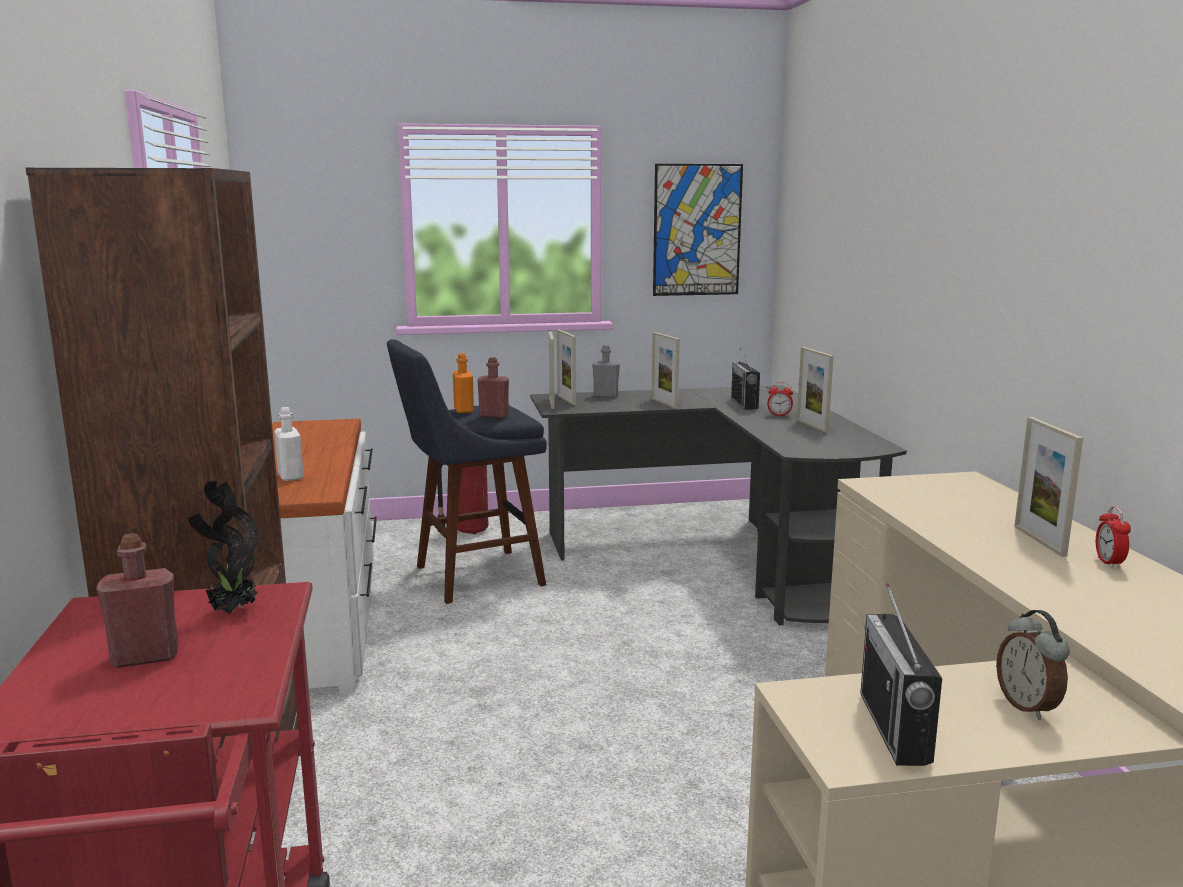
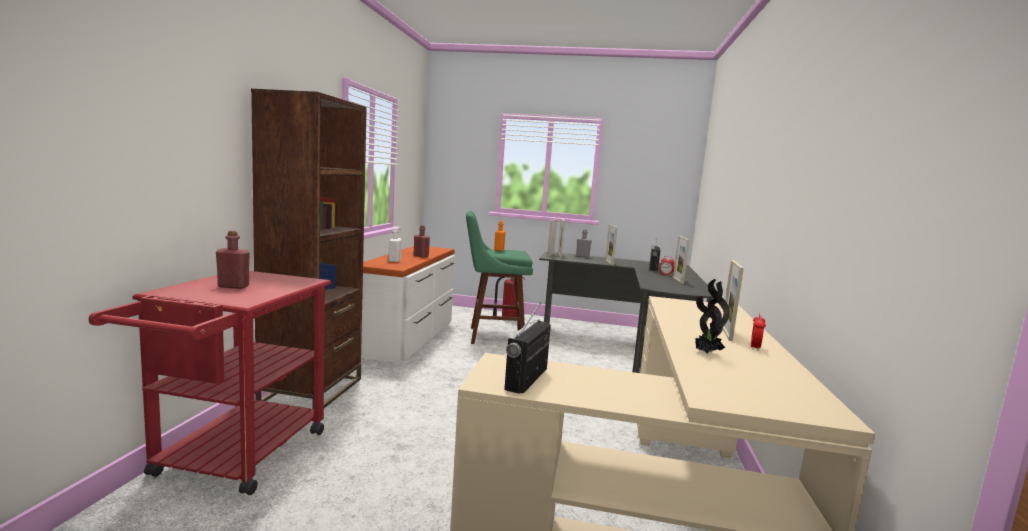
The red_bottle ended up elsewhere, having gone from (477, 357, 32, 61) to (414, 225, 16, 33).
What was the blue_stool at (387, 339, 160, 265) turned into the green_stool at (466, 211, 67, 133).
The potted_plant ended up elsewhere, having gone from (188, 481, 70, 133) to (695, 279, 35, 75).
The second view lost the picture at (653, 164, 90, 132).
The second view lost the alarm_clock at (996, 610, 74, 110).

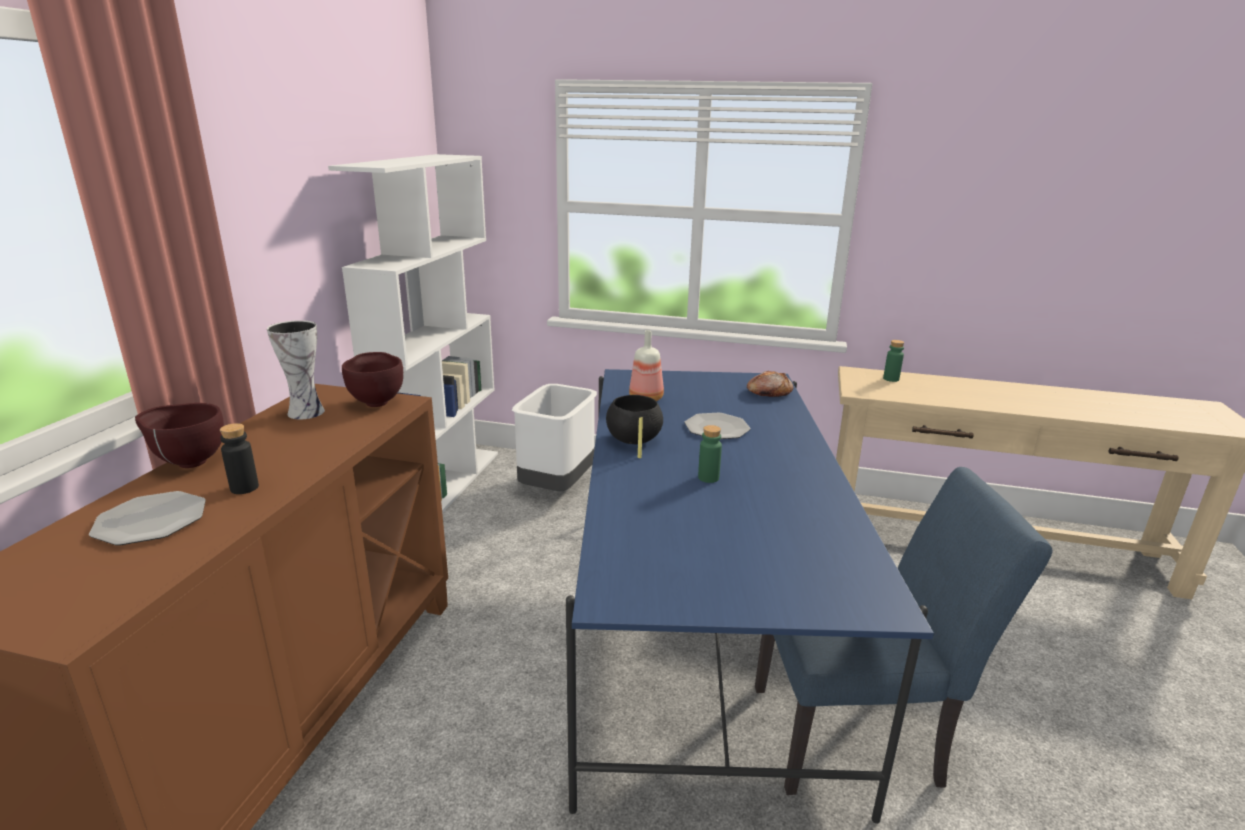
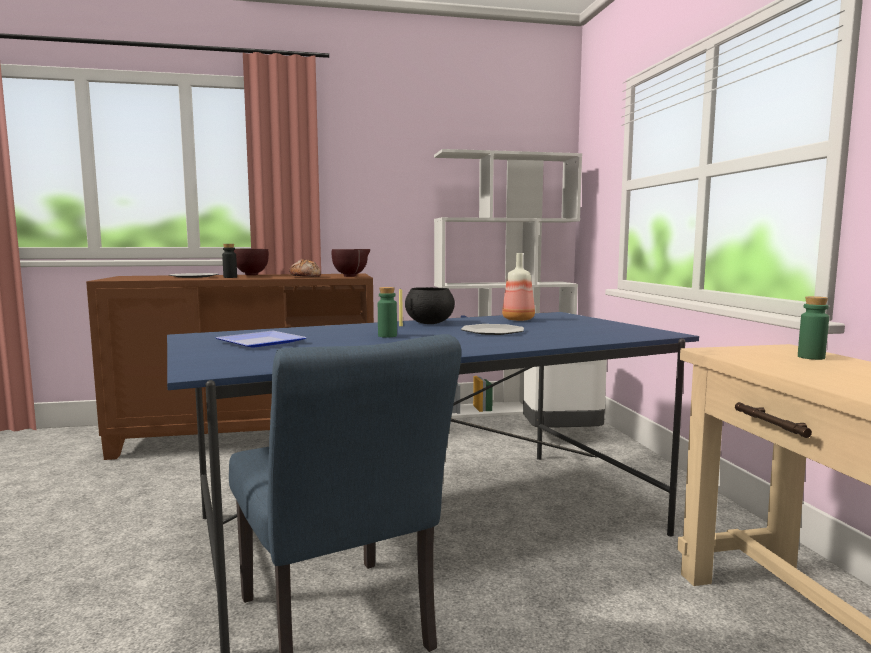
The second view gained the plate at (216, 331, 91, 17).
The bread ended up elsewhere, having gone from (747, 371, 46, 26) to (289, 259, 32, 18).
The second view lost the vase at (267, 320, 58, 99).

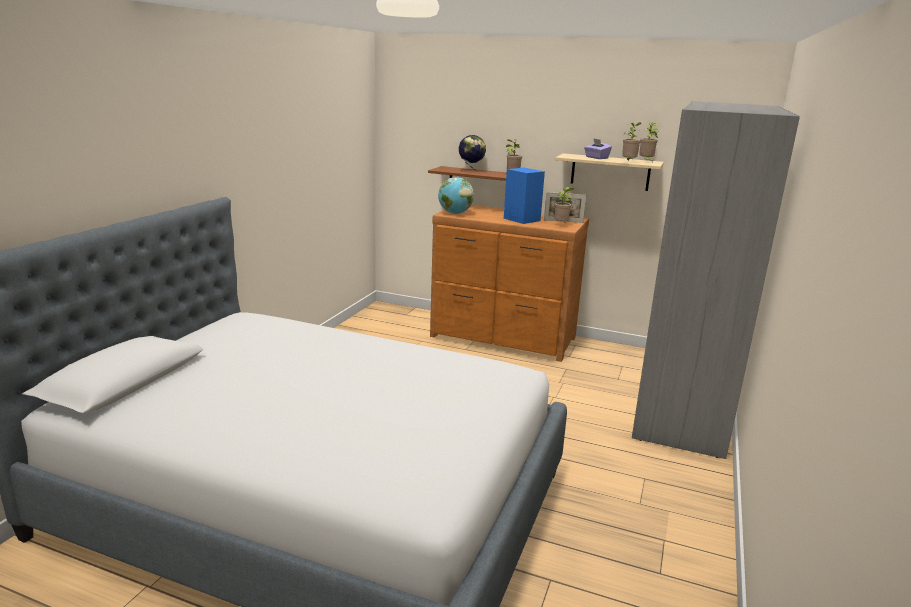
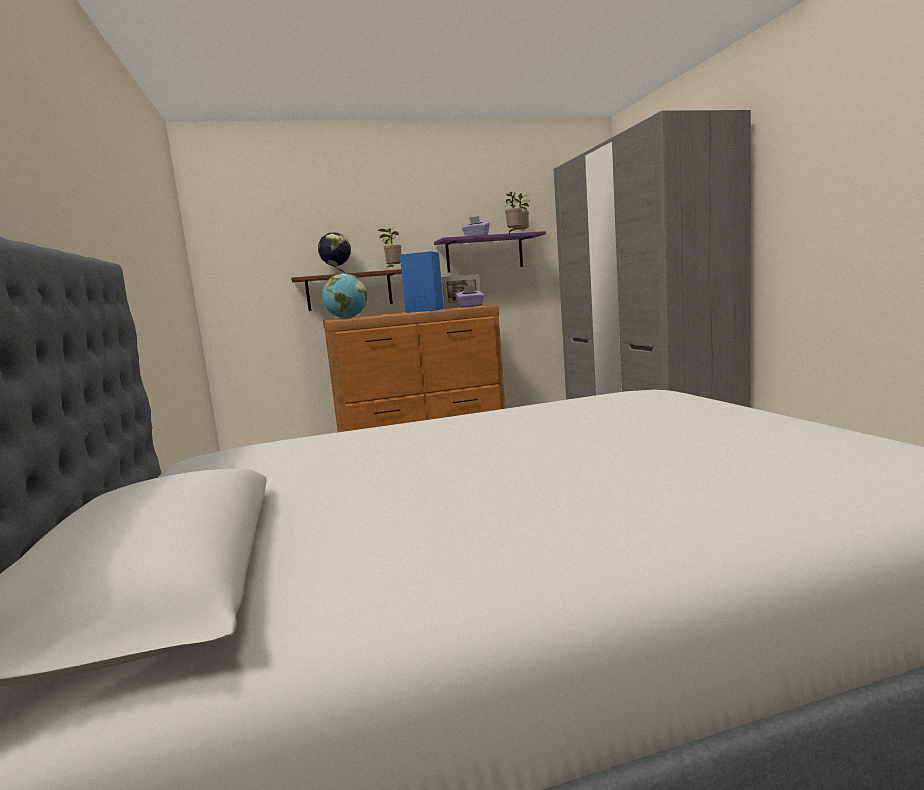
What was the beige_shelf at (555, 153, 109, 38) turned into the purple_shelf at (434, 231, 112, 42).
Where the potted_plant stood at (554, 187, 19, 35), the purple_tissue_box came to stand at (455, 286, 29, 21).

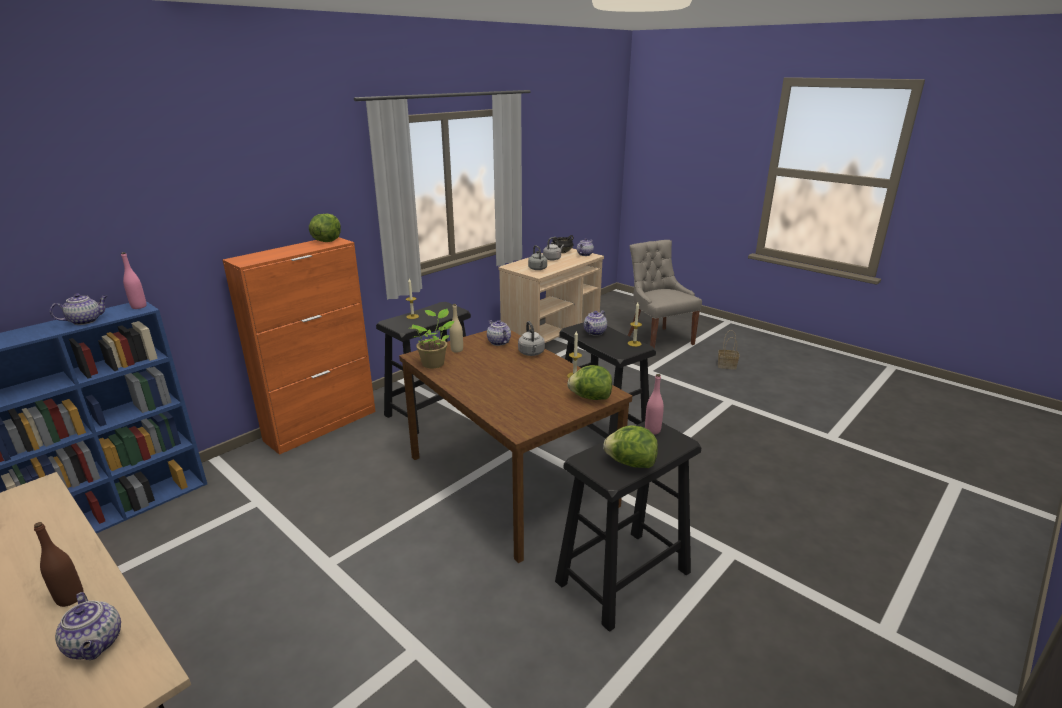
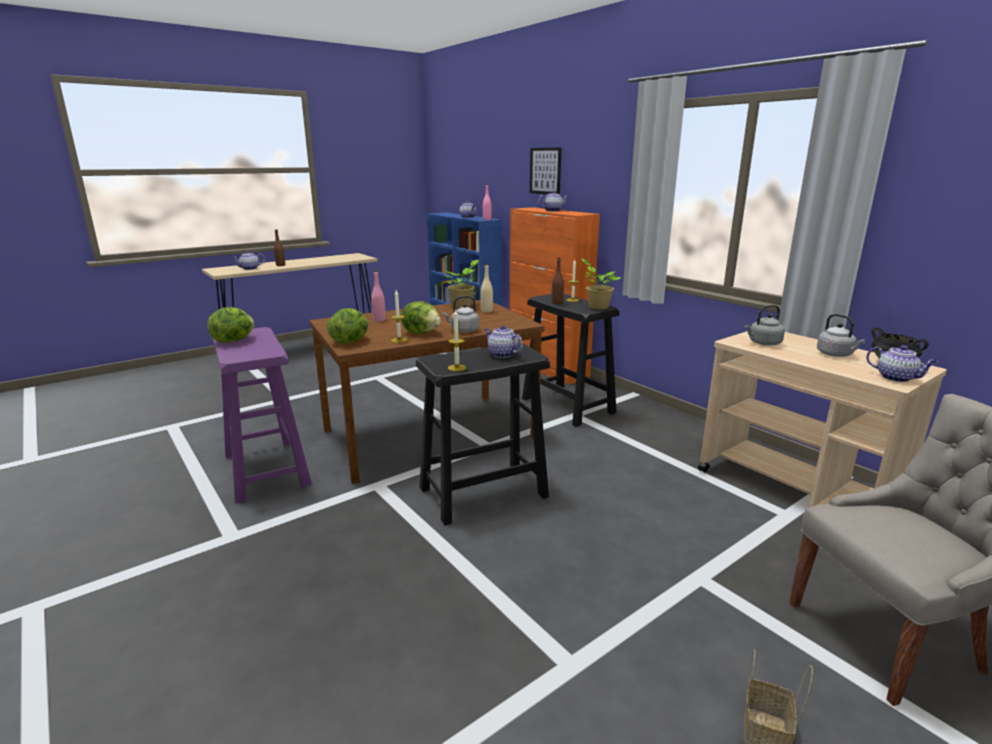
What was the black_stool at (555, 421, 146, 211) turned into the purple_stool at (213, 327, 99, 177).
The pink_bottle ended up elsewhere, having gone from (645, 374, 19, 61) to (371, 270, 15, 52).
The lettuce ended up elsewhere, having gone from (309, 214, 32, 28) to (401, 301, 40, 33).
The second view gained the picture at (530, 148, 32, 46).
The teapot ended up elsewhere, having gone from (487, 320, 24, 26) to (538, 191, 30, 21).
The second view gained the brown_bottle at (552, 258, 12, 46).
The second view gained the potted_plant at (581, 258, 40, 51).

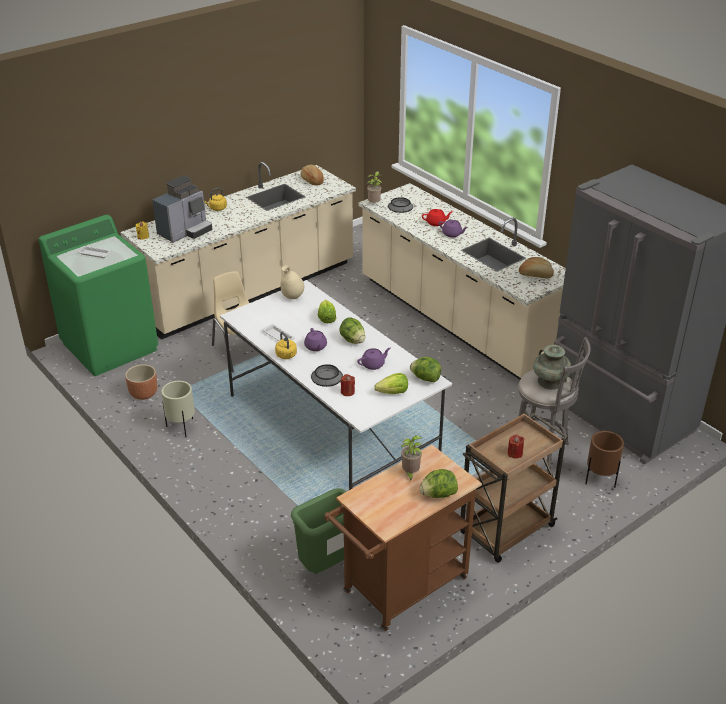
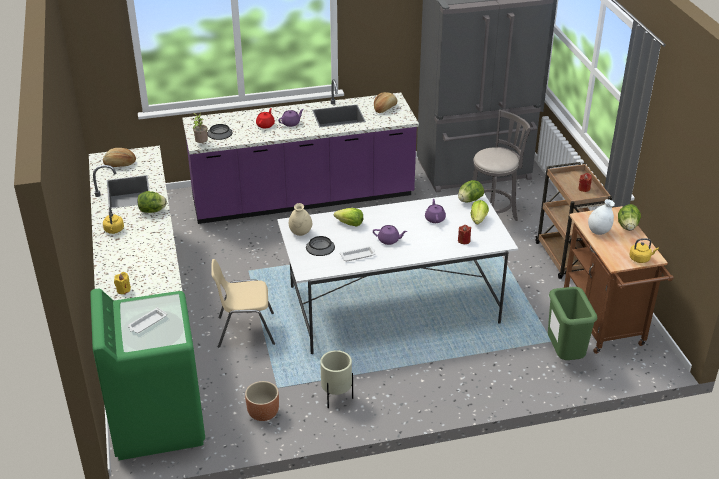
The lettuce ended up elsewhere, having gone from (339, 317, 26, 27) to (138, 191, 29, 22).
What was the beige_counter at (359, 183, 207, 196) turned into the purple_counter at (182, 79, 237, 145).
The bowl ended up elsewhere, having gone from (311, 364, 32, 23) to (306, 236, 29, 20).
Where the potted_plant stood at (400, 436, 22, 45), the white_vase came to stand at (588, 199, 27, 36).
The yellow_kettle ended up elsewhere, having gone from (275, 332, 22, 27) to (629, 238, 30, 25).
The second view lost the coffee_machine at (152, 175, 60, 68).
The second view lost the turquoise_vase at (533, 345, 38, 45).
The second view lost the brown_planter at (585, 431, 39, 57).

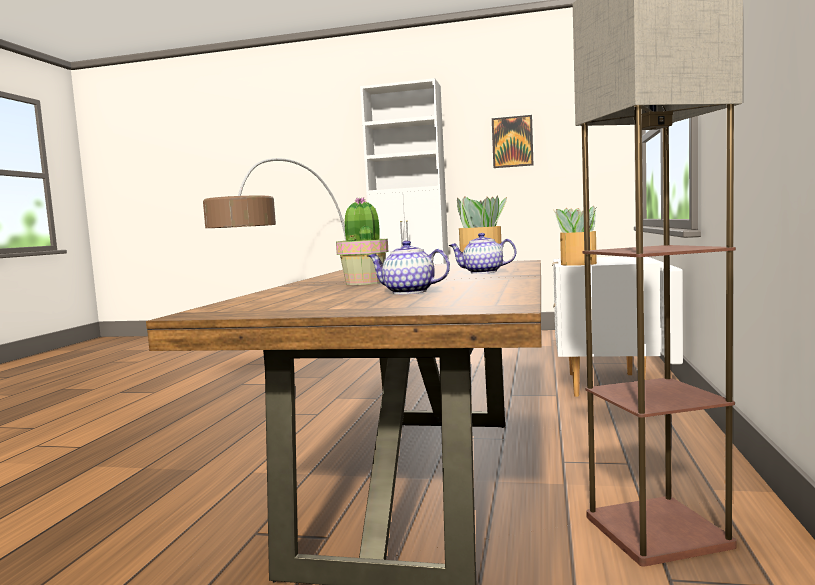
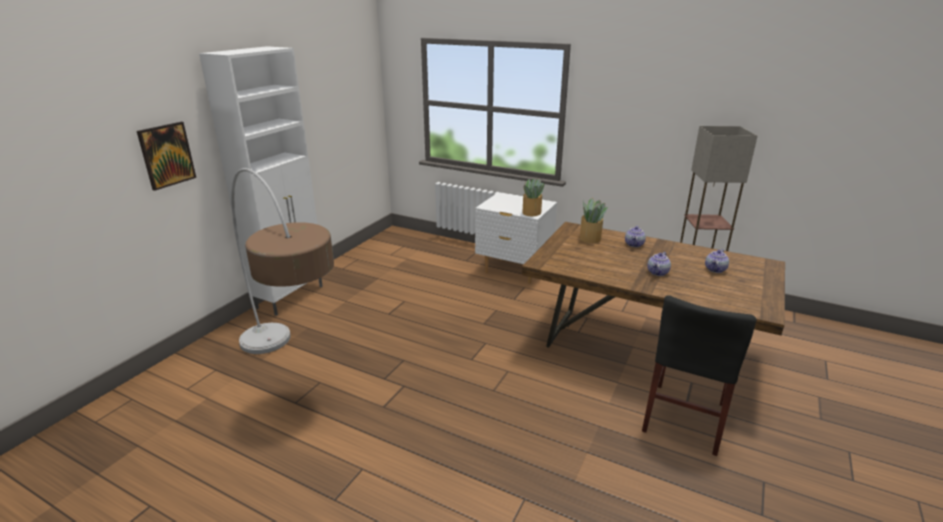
The picture ended up elsewhere, having gone from (492, 115, 42, 53) to (137, 122, 59, 69).
The second view gained the black_chair at (642, 295, 115, 161).
Where the potted_plant stood at (336, 197, 53, 88), the teapot came to stand at (647, 252, 24, 24).

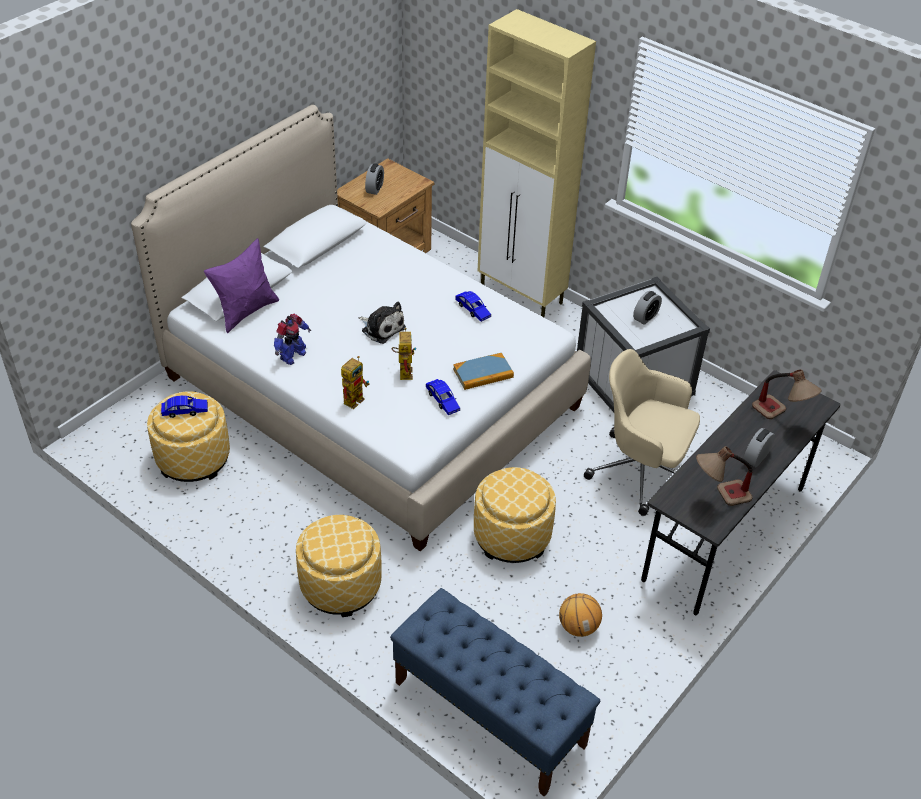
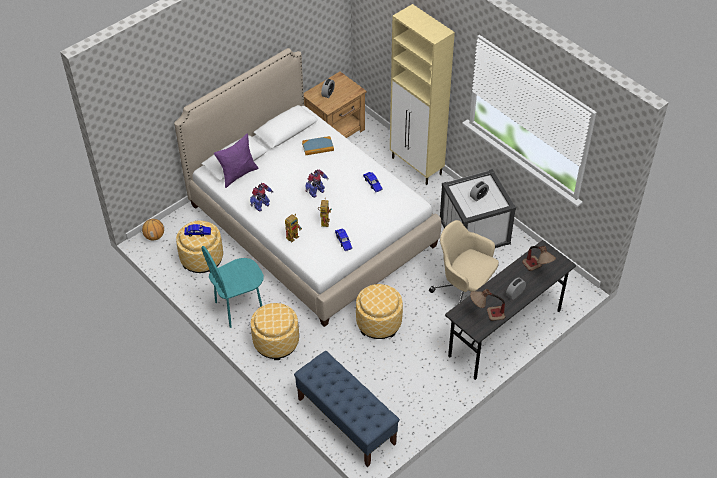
The basketball ended up elsewhere, having gone from (559, 593, 43, 44) to (142, 219, 22, 21).
The second view gained the turquoise_chair at (201, 246, 63, 82).
The book ended up elsewhere, having gone from (453, 353, 61, 37) to (302, 136, 32, 19).
Where the plush_toy stood at (359, 302, 47, 42), the toy_robot came to stand at (305, 169, 24, 29).

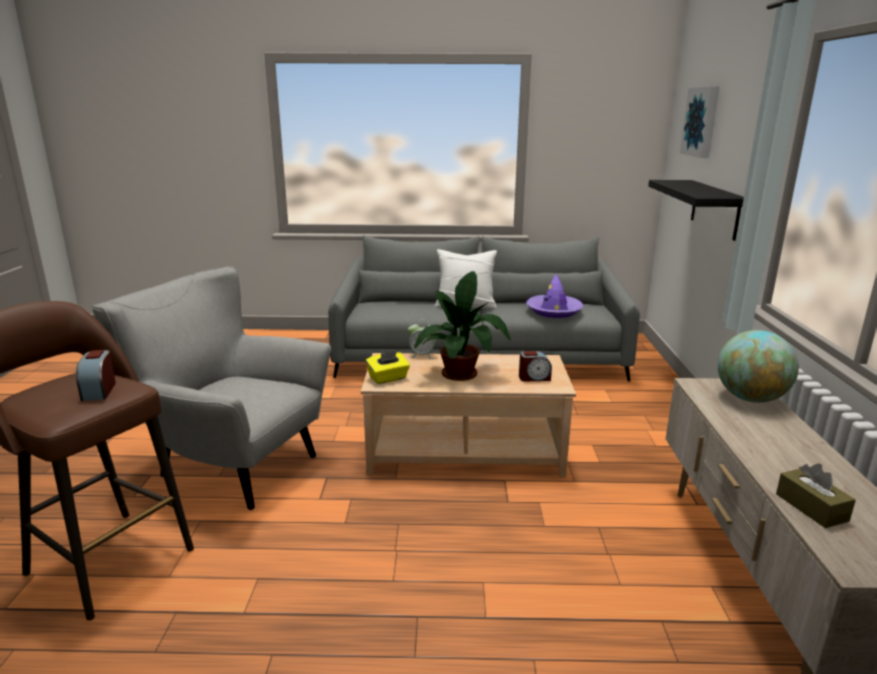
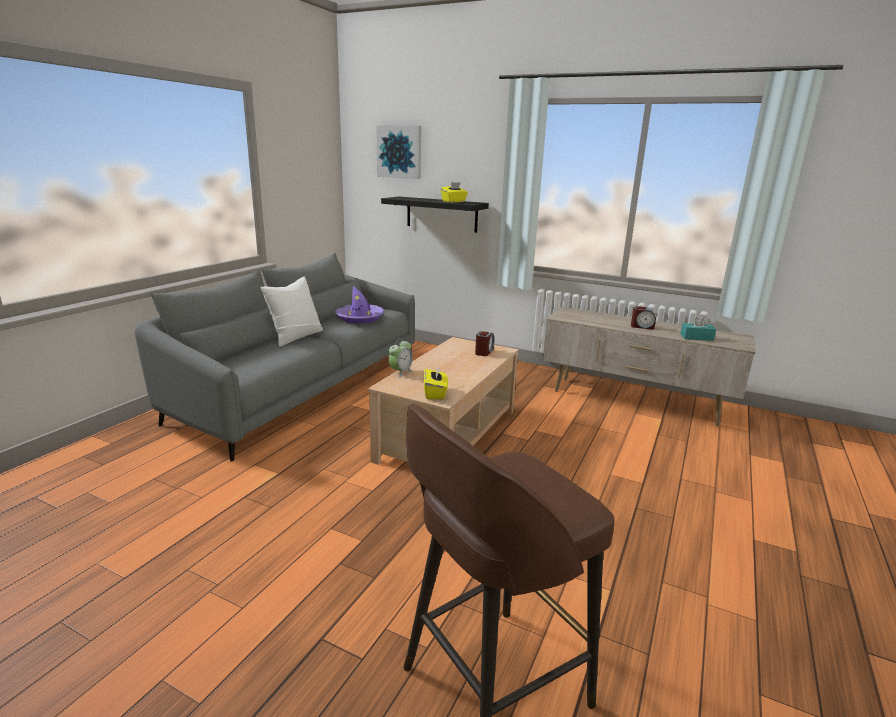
The second view gained the yellow_tissue_box at (441, 182, 27, 20).
The alarm_clock ended up elsewhere, having gone from (76, 350, 40, 51) to (631, 306, 25, 24).
What was the brown_tissue_box at (776, 463, 80, 65) turned into the turquoise_tissue_box at (680, 315, 36, 26).
The second view lost the grey_armchair at (92, 266, 239, 244).
The second view lost the potted_plant at (414, 271, 97, 110).
The second view lost the globe at (717, 330, 82, 73).

